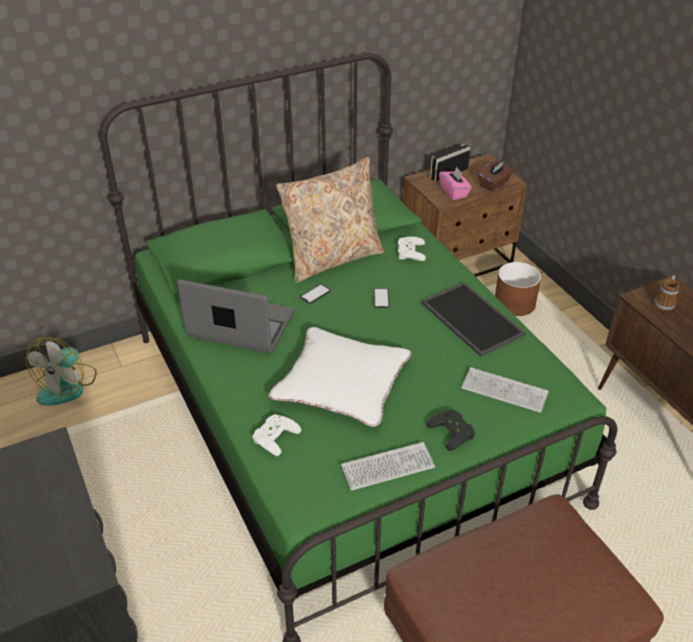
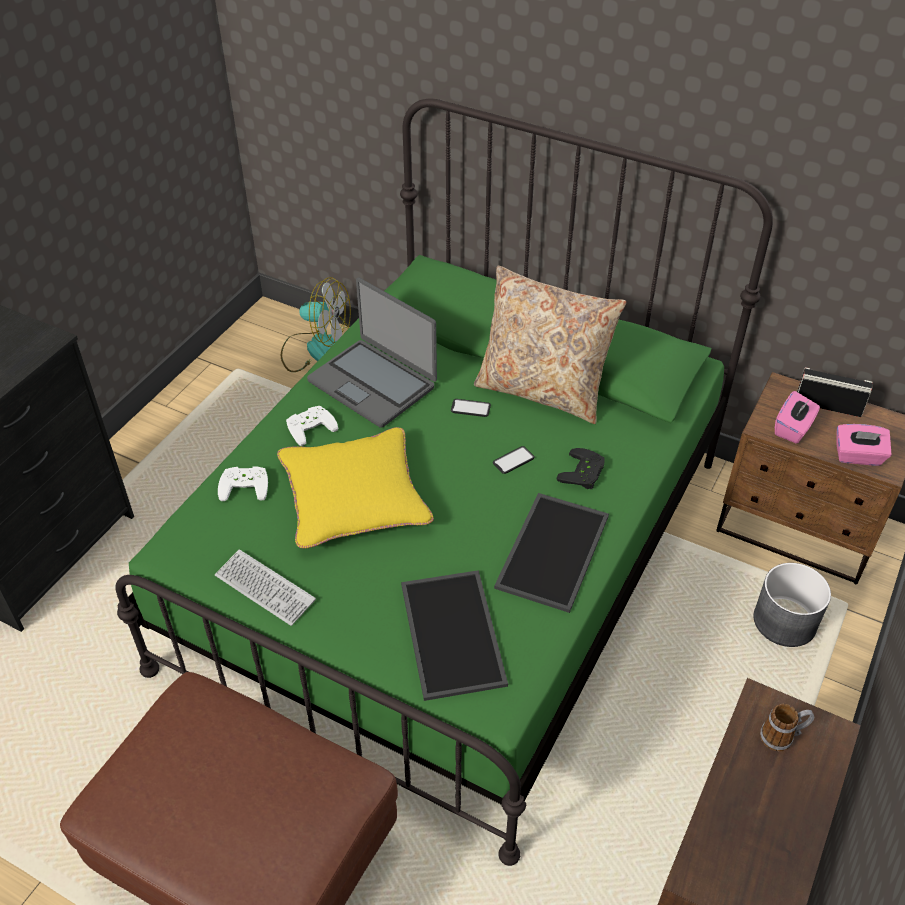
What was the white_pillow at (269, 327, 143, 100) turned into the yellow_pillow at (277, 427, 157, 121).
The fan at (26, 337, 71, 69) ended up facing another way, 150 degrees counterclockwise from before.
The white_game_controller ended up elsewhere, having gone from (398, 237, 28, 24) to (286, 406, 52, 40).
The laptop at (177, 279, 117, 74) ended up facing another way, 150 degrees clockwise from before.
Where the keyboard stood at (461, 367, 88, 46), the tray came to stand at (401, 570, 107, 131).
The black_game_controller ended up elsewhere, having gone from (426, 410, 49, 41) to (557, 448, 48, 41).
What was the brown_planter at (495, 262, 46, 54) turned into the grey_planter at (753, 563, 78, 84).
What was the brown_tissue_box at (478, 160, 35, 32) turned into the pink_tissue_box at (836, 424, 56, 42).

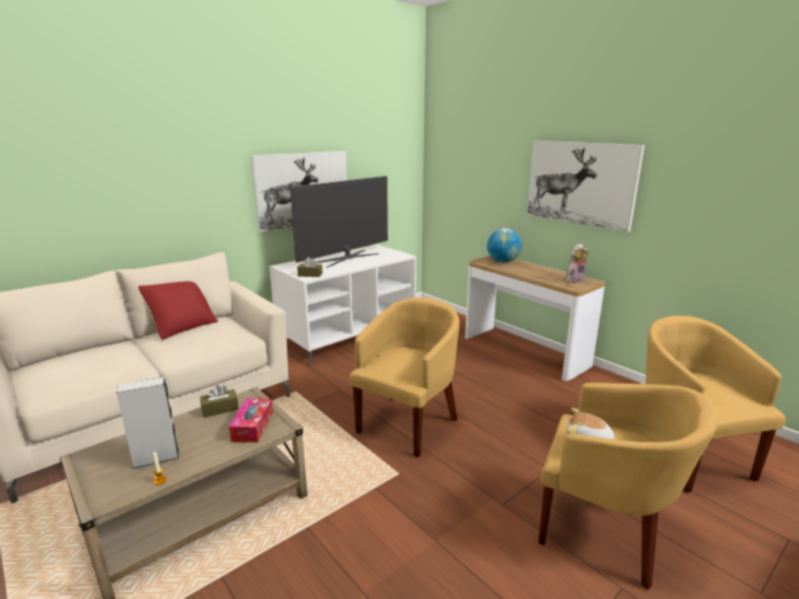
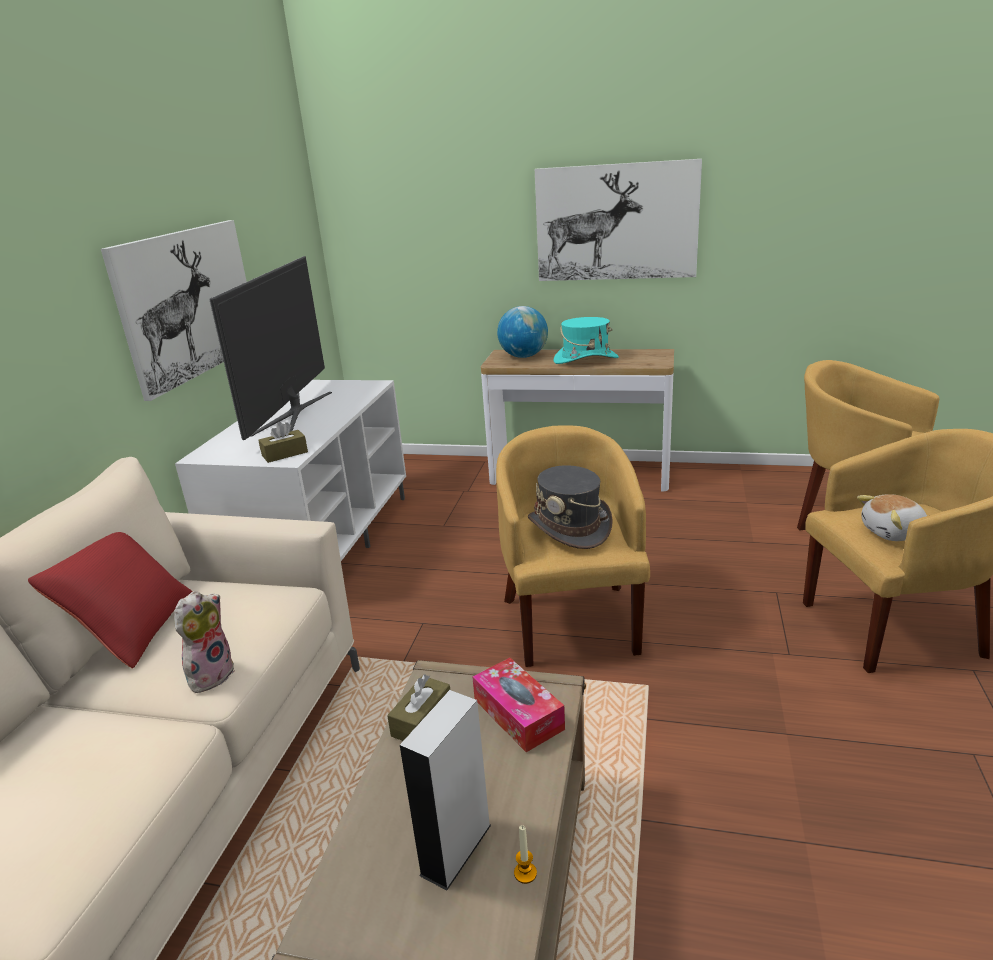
The plush_toy ended up elsewhere, having gone from (566, 244, 22, 39) to (174, 591, 61, 102).
The second view gained the grey_hat at (528, 465, 85, 84).
The second view gained the turquoise_hat at (553, 317, 66, 47).

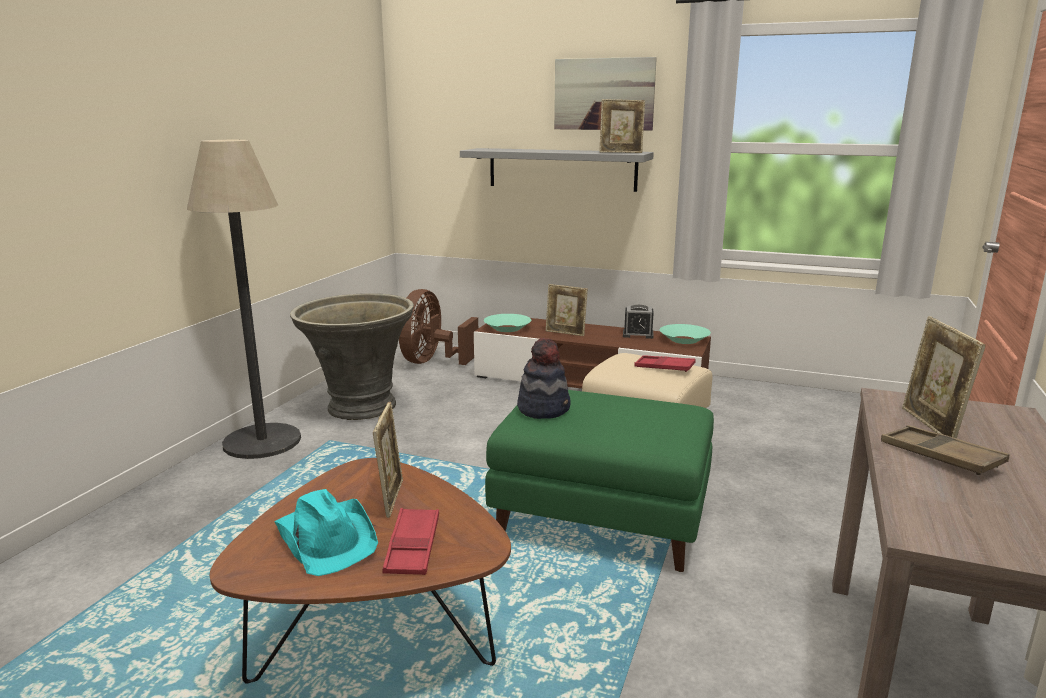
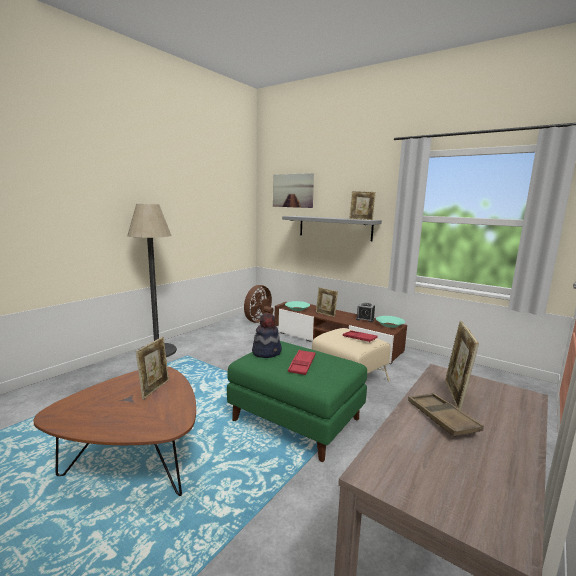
The picture ended up elsewhere, having gone from (554, 57, 103, 73) to (273, 173, 41, 35).
The red_tray ended up elsewhere, having gone from (383, 508, 56, 67) to (288, 350, 28, 25).
The second view lost the turquoise_hat at (274, 489, 104, 87).
The second view lost the grey_planter at (290, 293, 124, 127).

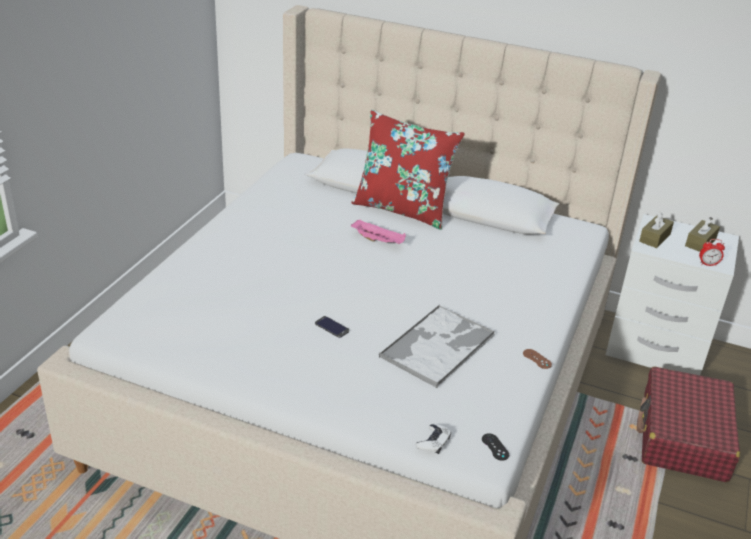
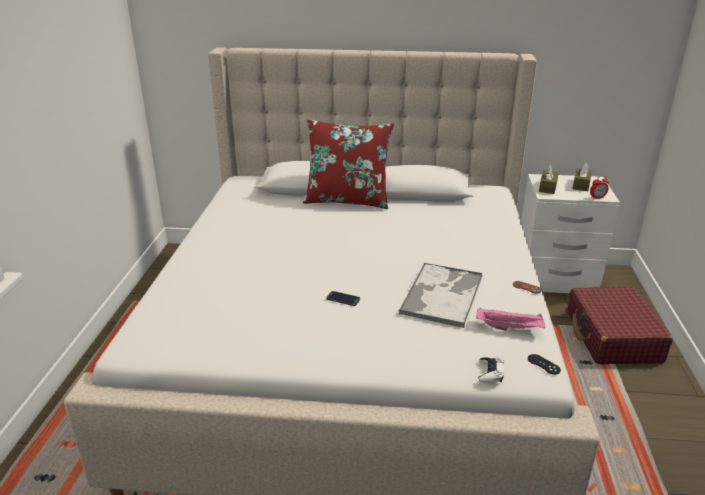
The pink_tray ended up elsewhere, having gone from (351, 219, 55, 25) to (476, 308, 70, 22).

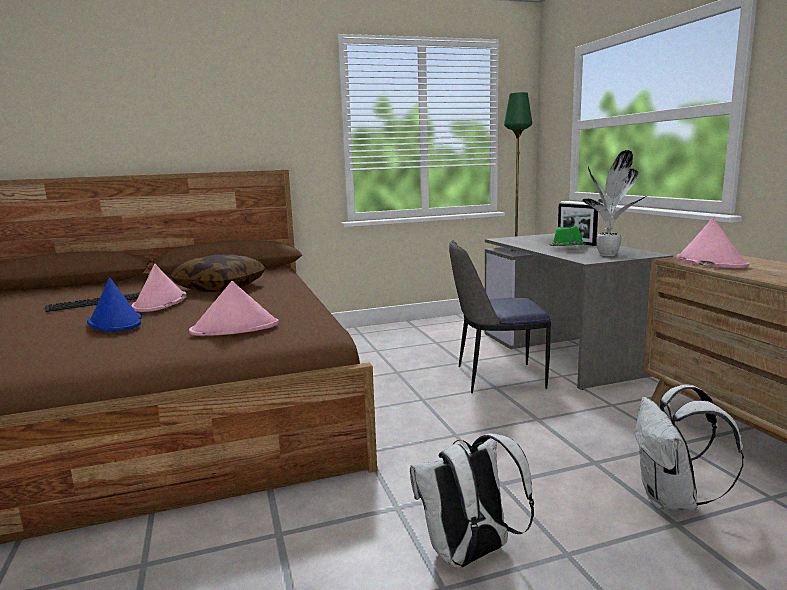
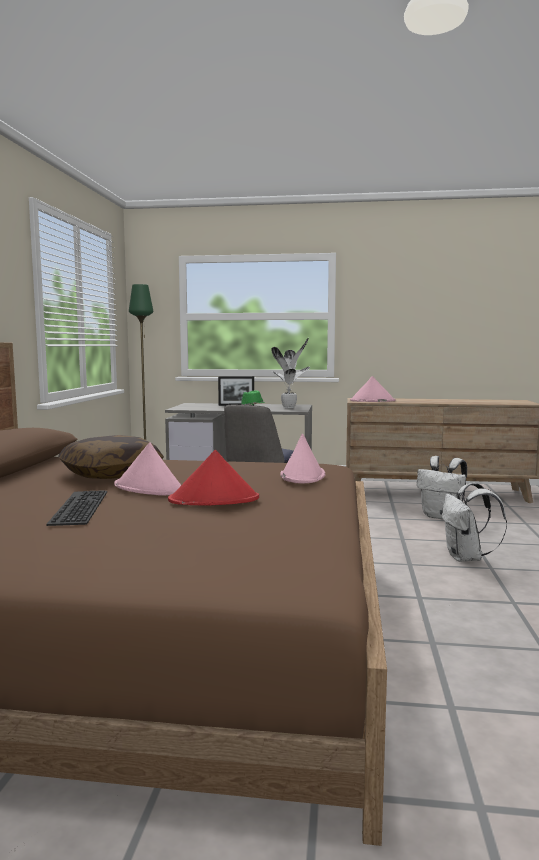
What was the blue_hat at (87, 278, 55, 53) turned into the red_hat at (168, 450, 91, 55).

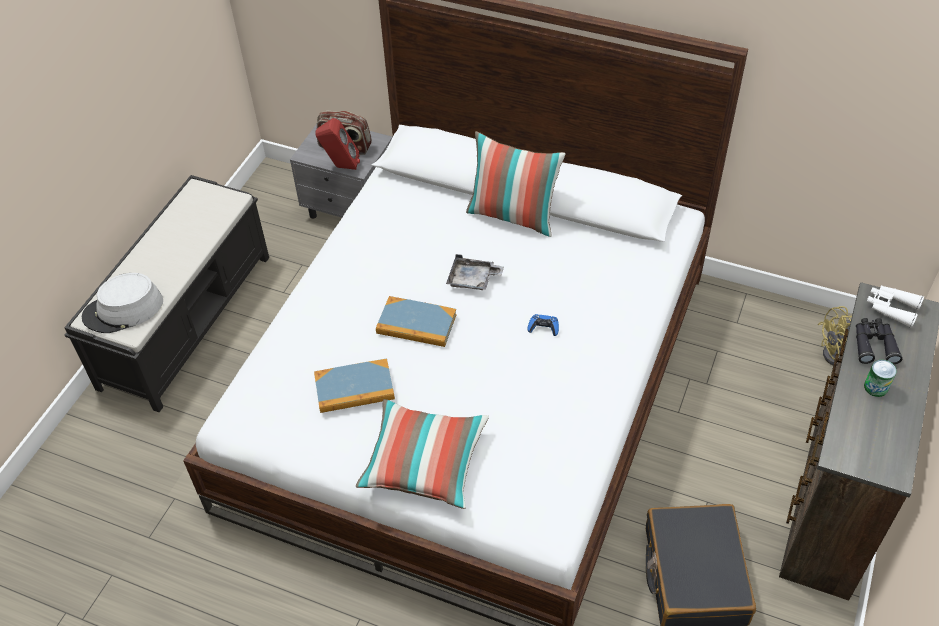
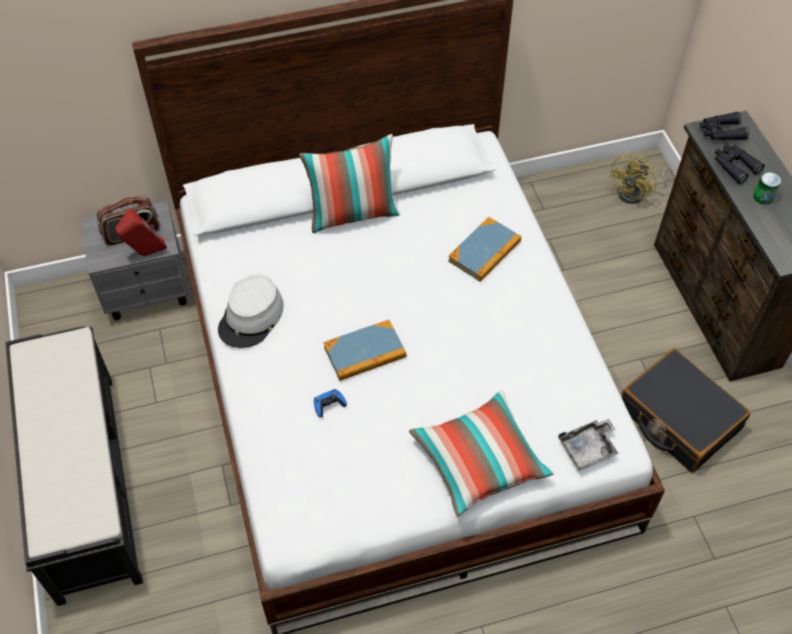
The grey_hat ended up elsewhere, having gone from (82, 273, 81, 60) to (218, 274, 66, 74).
The blue_game_controller ended up elsewhere, having gone from (528, 314, 31, 22) to (314, 389, 33, 28).
The book ended up elsewhere, having gone from (314, 359, 81, 54) to (448, 217, 73, 65).
The grey_tray ended up elsewhere, having gone from (446, 254, 58, 36) to (558, 419, 61, 52).
What was the white_binoculars at (867, 285, 57, 43) turned into the black_binoculars at (700, 111, 49, 29).

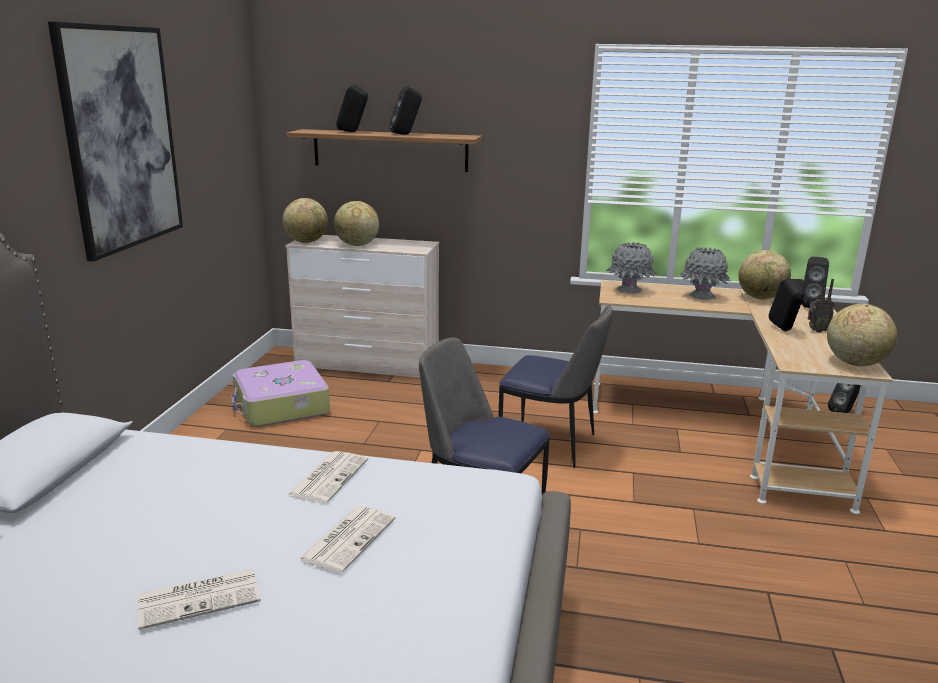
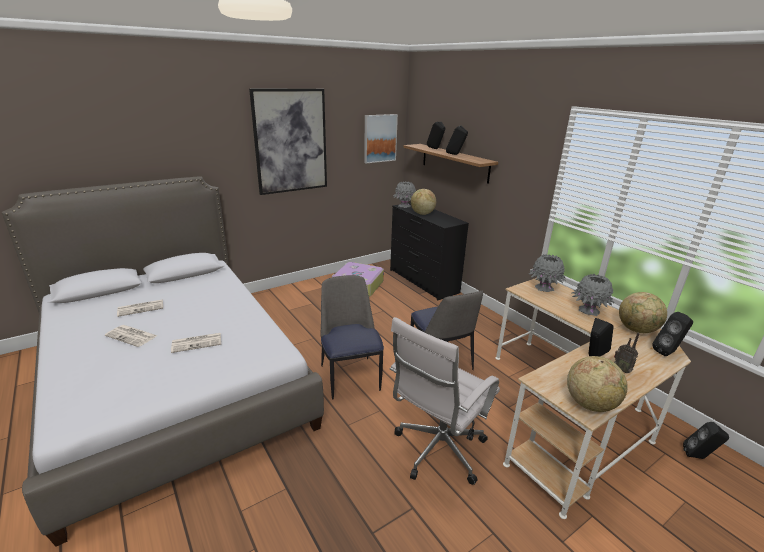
The newspaper ended up elsewhere, having gone from (286, 451, 82, 52) to (117, 299, 46, 18).
The second view gained the picture at (364, 114, 34, 50).
What was the beige_dresser at (285, 235, 154, 143) turned into the black_dresser at (390, 203, 79, 97).
The second view gained the white_office_chair at (390, 317, 110, 168).
Where the globe stood at (283, 198, 45, 45), the grey_vase came to stand at (393, 181, 23, 27).

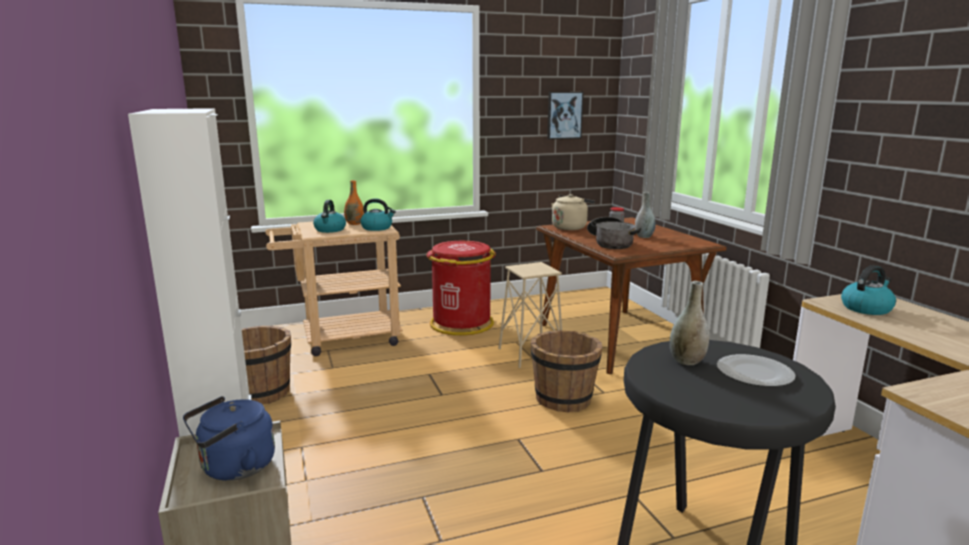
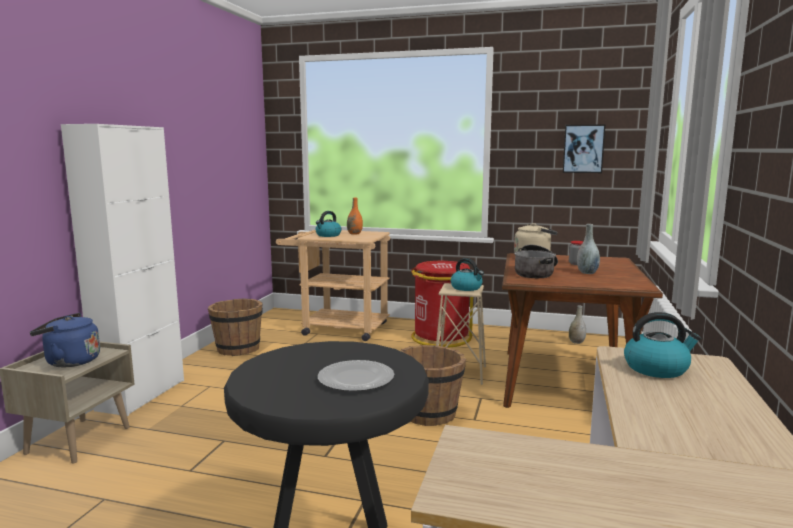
The kettle ended up elsewhere, having gone from (360, 198, 36, 33) to (451, 258, 33, 33).
The grey_vase ended up elsewhere, having gone from (670, 281, 39, 84) to (569, 305, 17, 39).

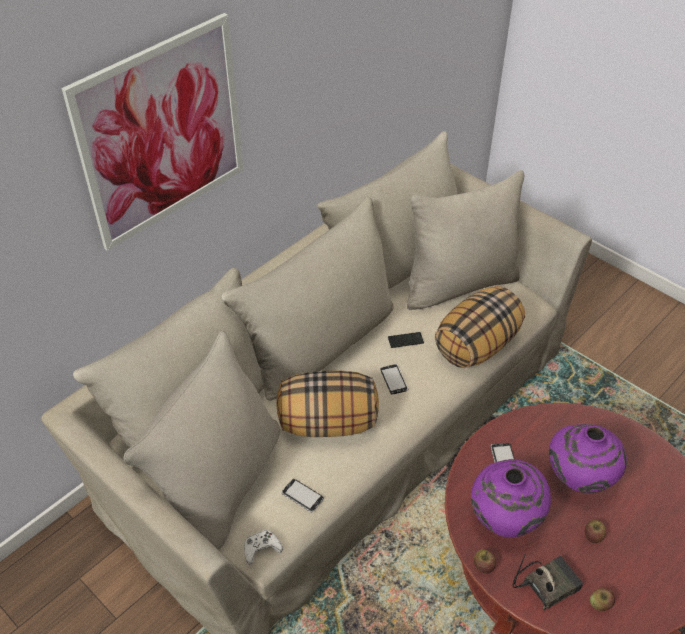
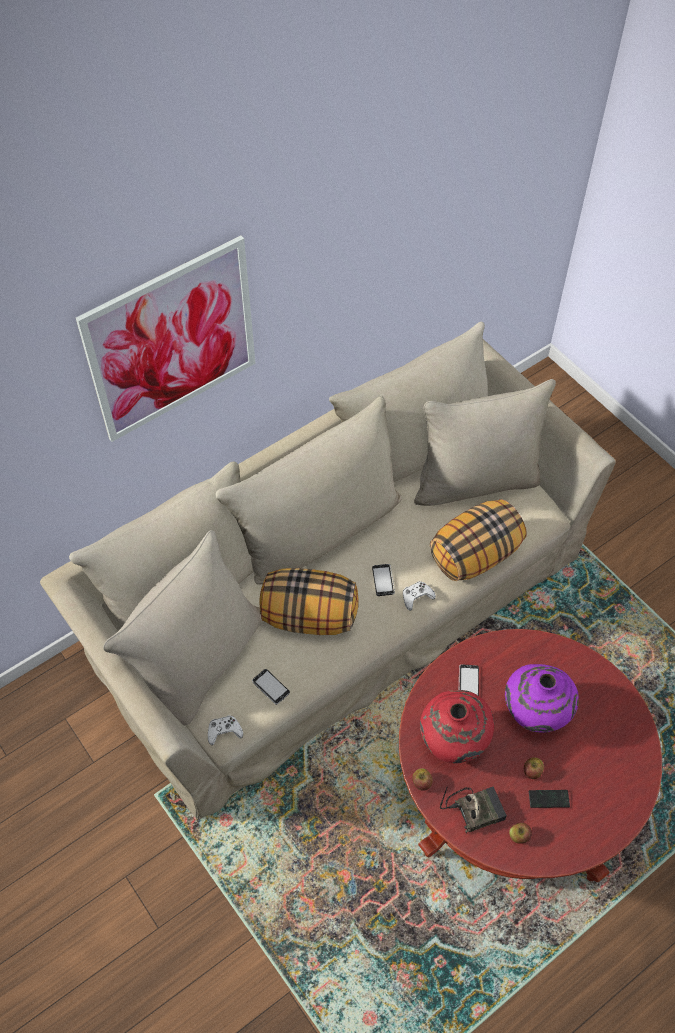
The second view gained the white_game_controller at (403, 581, 33, 30).
What was the purple_vase at (471, 459, 80, 78) turned into the red_vase at (420, 690, 74, 73).
The phone ended up elsewhere, having gone from (388, 332, 36, 16) to (529, 790, 41, 18).

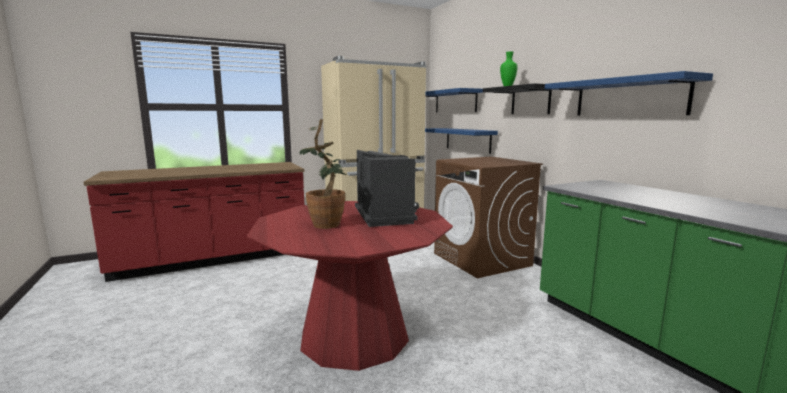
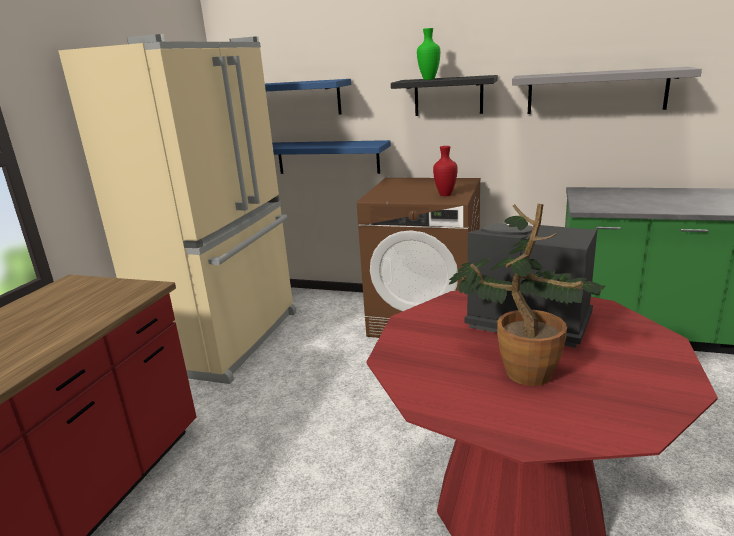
The second view gained the red_vase at (433, 146, 25, 50).
What was the blue_shelf at (545, 71, 168, 44) turned into the grey_shelf at (512, 67, 190, 47).

